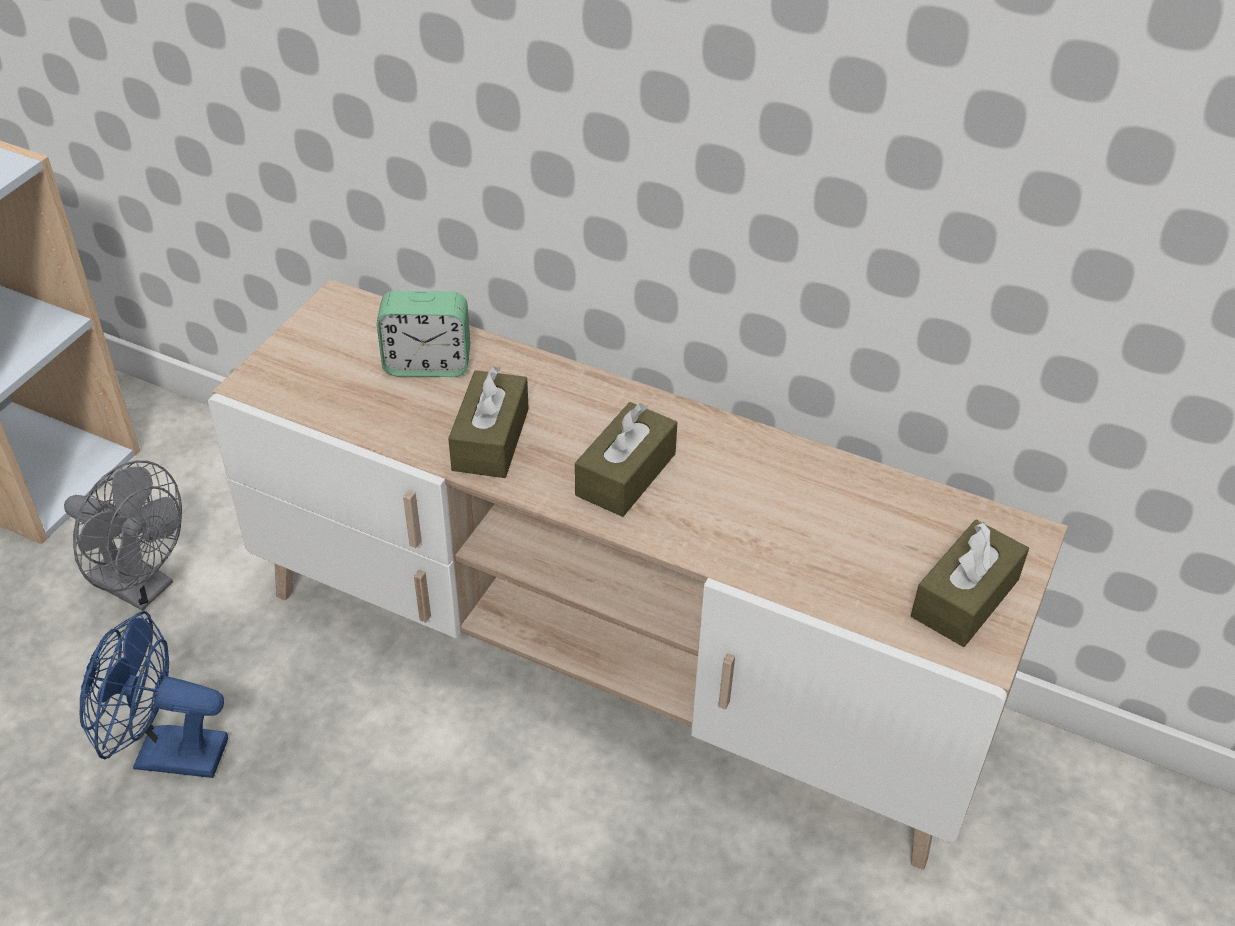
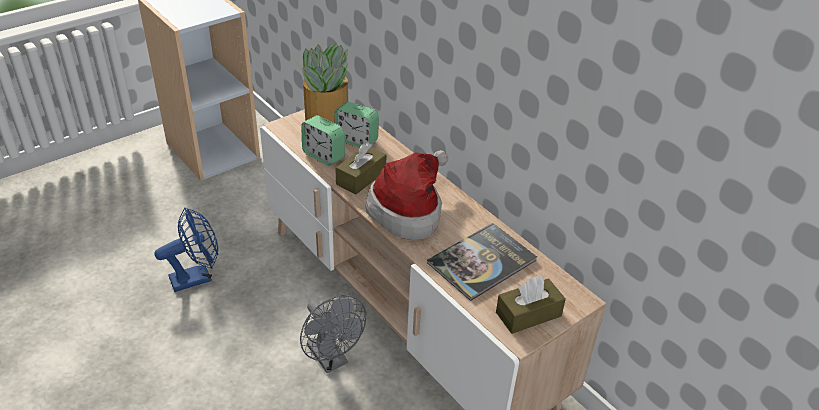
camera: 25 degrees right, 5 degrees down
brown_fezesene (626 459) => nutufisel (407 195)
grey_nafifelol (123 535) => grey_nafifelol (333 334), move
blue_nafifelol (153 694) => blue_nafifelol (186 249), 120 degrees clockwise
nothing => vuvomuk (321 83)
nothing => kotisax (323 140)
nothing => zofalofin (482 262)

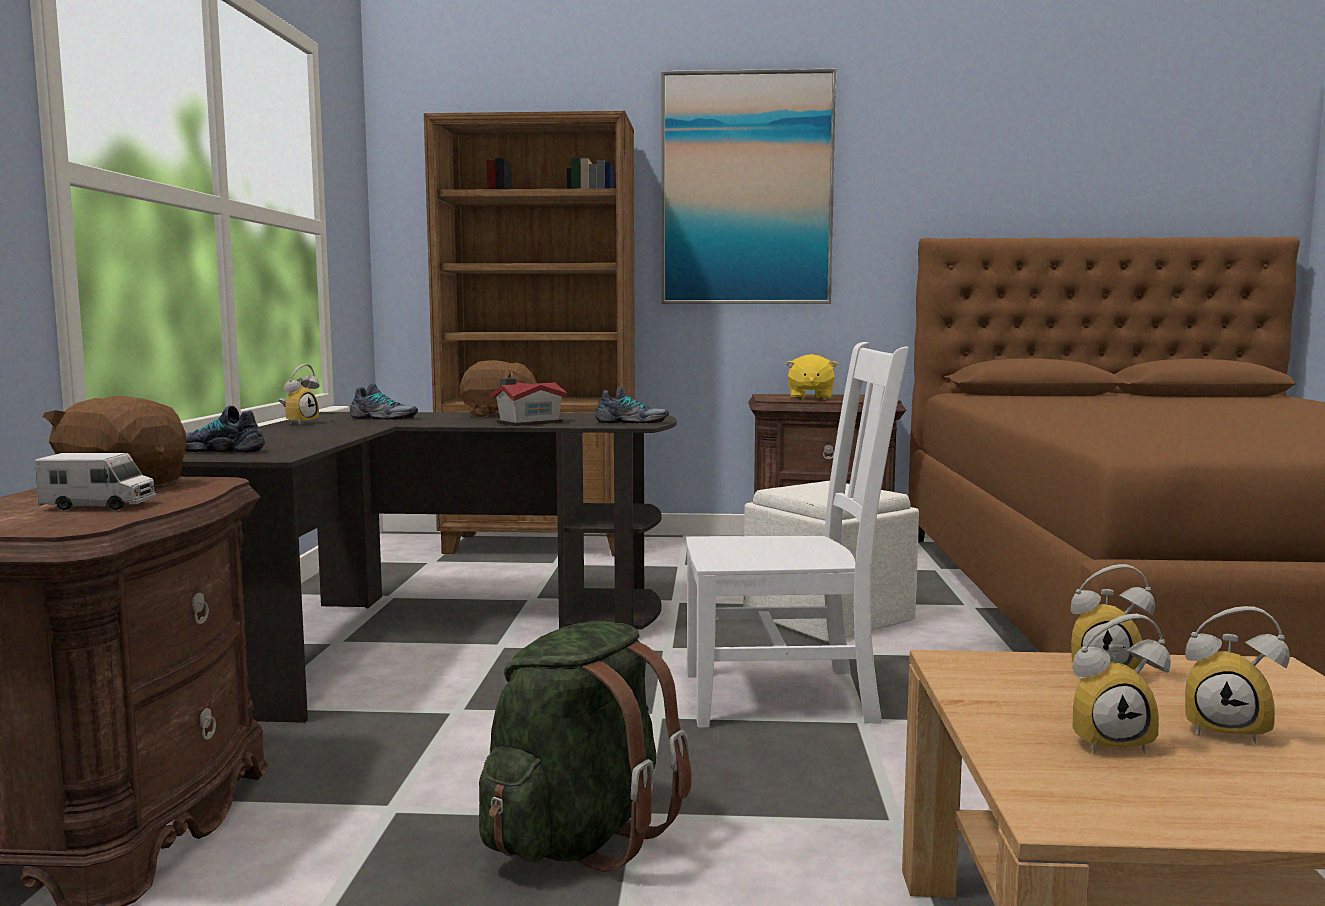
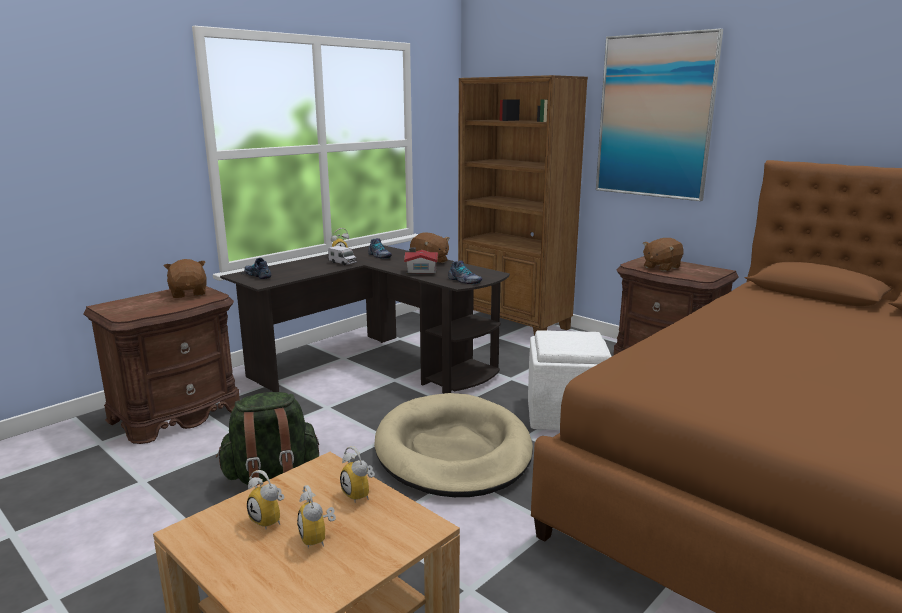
camera: 40 degrees right, 10 degrees up
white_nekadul (797 535) => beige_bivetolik (453 445)
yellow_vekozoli (811 377) => brown_vekozoli (663 255)
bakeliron (95 481) => bakeliron (342 255), move

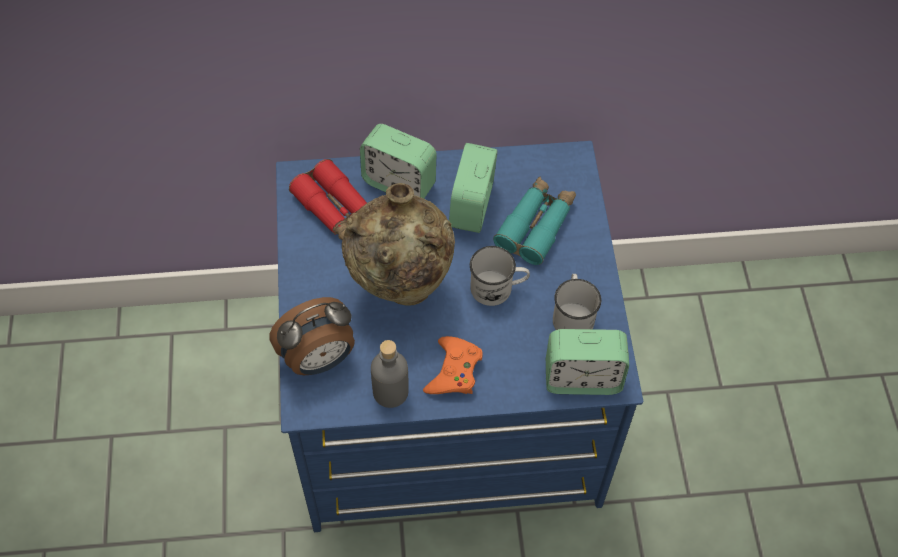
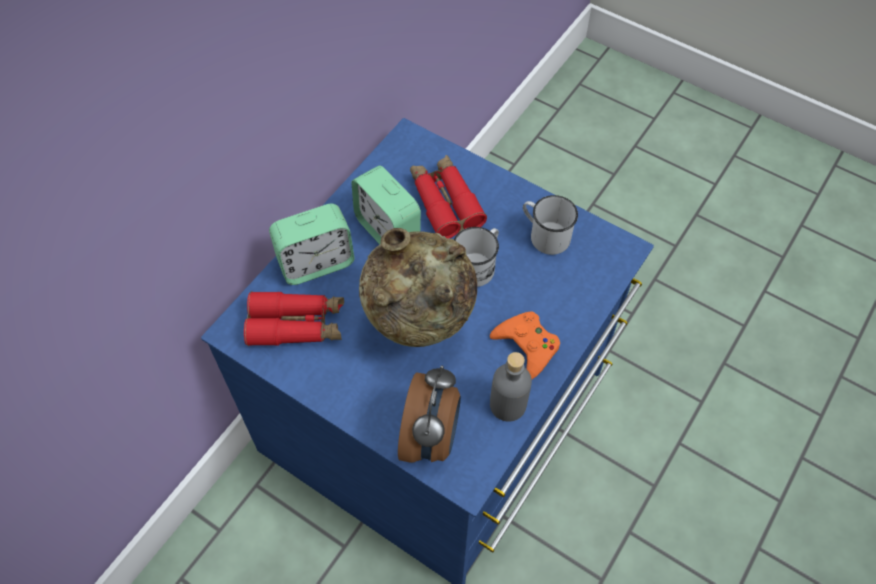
camera: 50 degrees left, 0 degrees up
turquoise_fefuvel (534 221) => red_fefuvel (448 196)
kotisax (587 362) => nothing

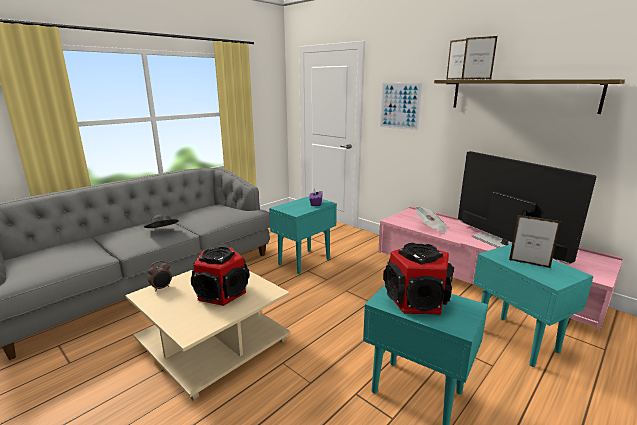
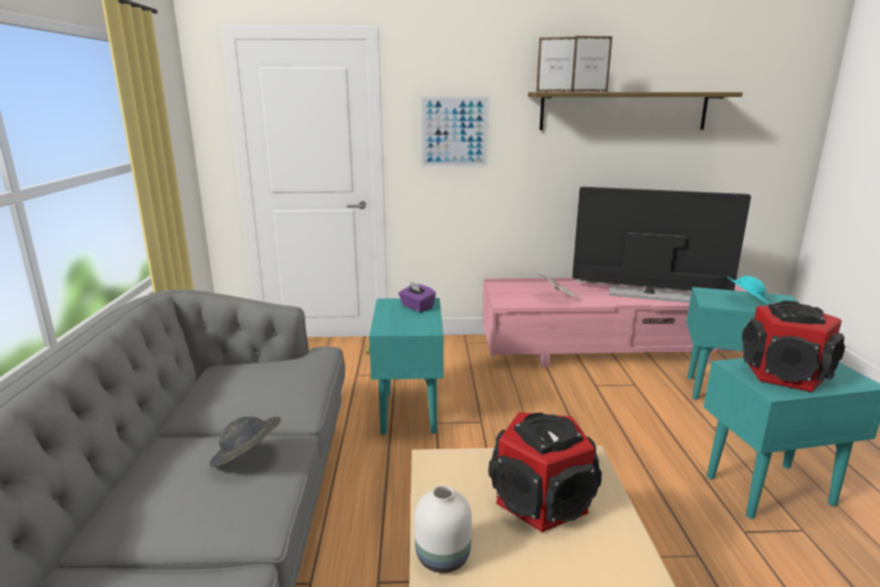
camera: 45 degrees left, 0 degrees up
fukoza (535 241) => turquoise_nutufisel (748 290)
kotisax (160 276) => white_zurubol (443 529)

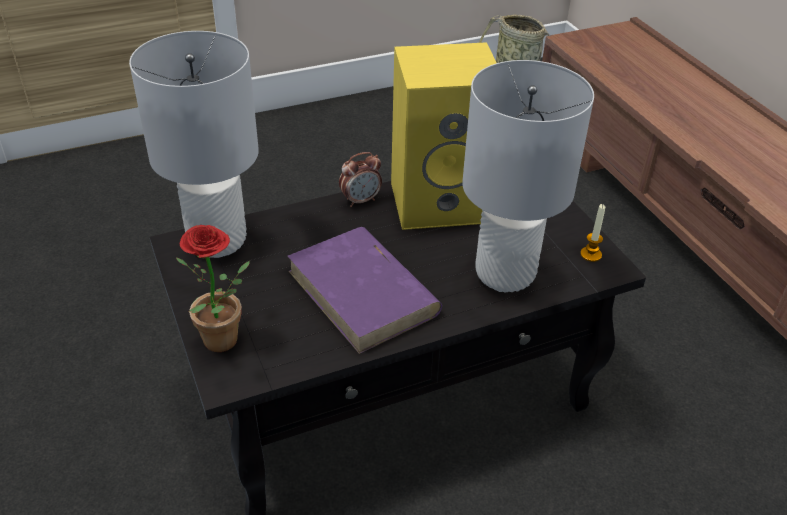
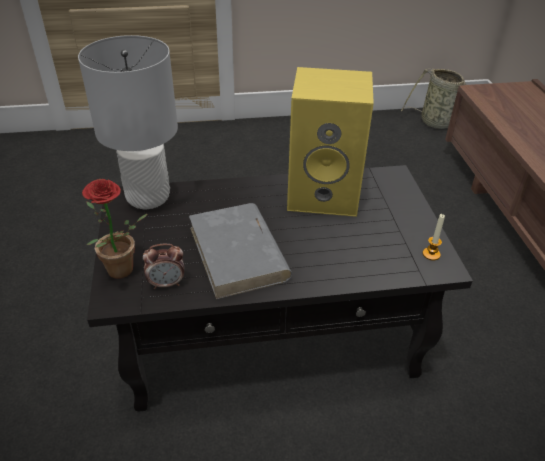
camera: 15 degrees right, 0 degrees up
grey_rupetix (528 176) => nothing
kotisax (360 179) => kotisax (163 266), move
purple_zofalofin (365 290) => grey_zofalofin (240 251)

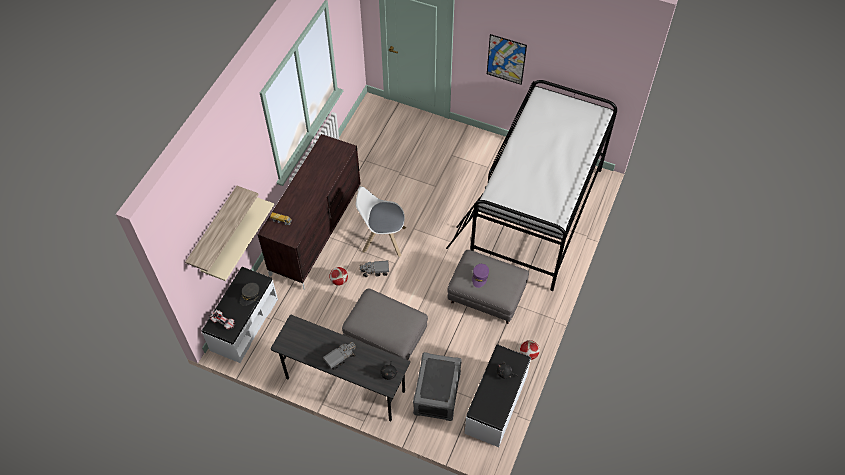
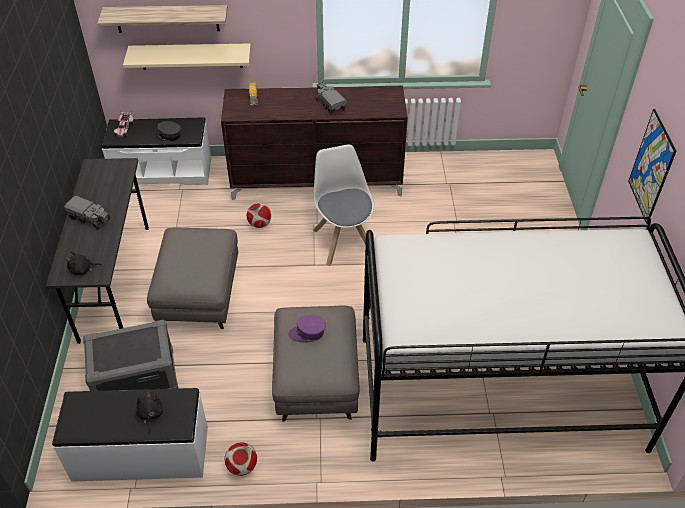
camera: 65 degrees right, 10 degrees down
bakeliron (374 268) => bakeliron (331 98), move

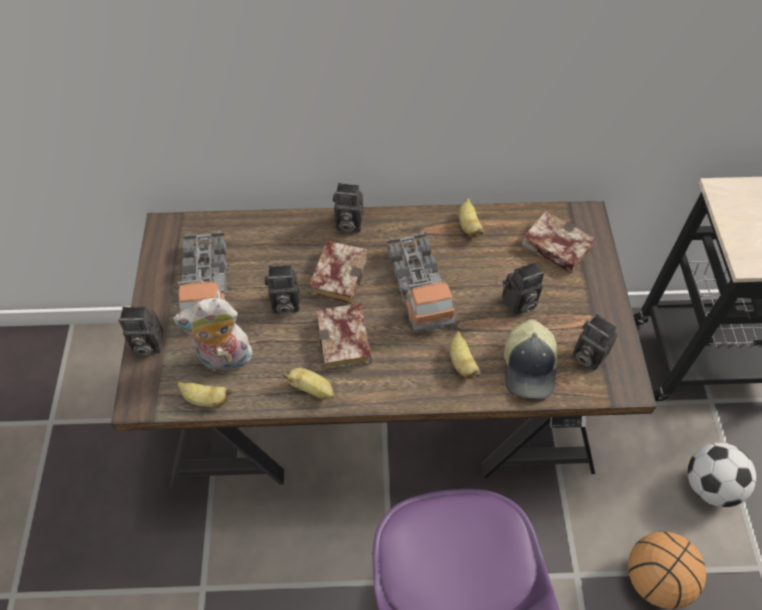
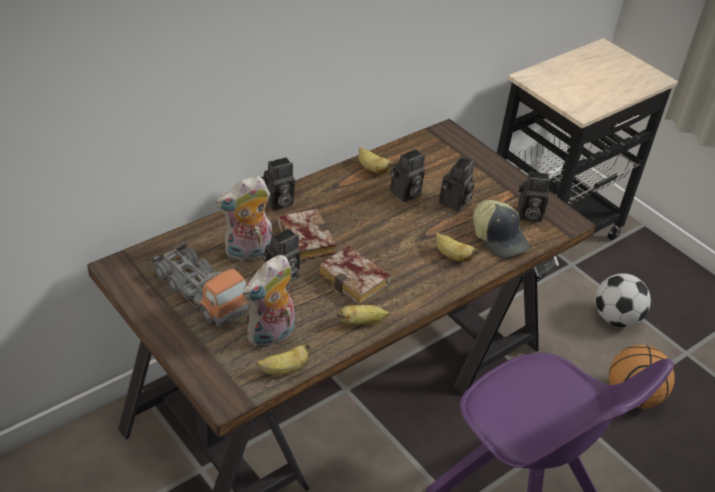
camera: 40 degrees left, 15 degrees down
zofalofin (558 242) => nothing
bakeliron (422 282) => nothing
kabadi (141 331) => kabadi (407 175), move
nothing => vekozoli (244 219)

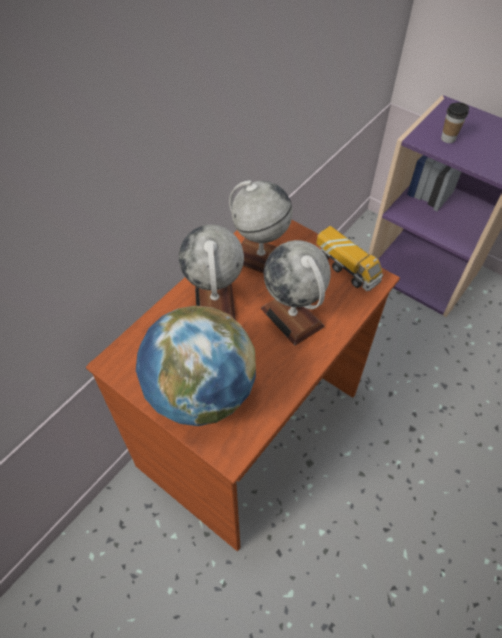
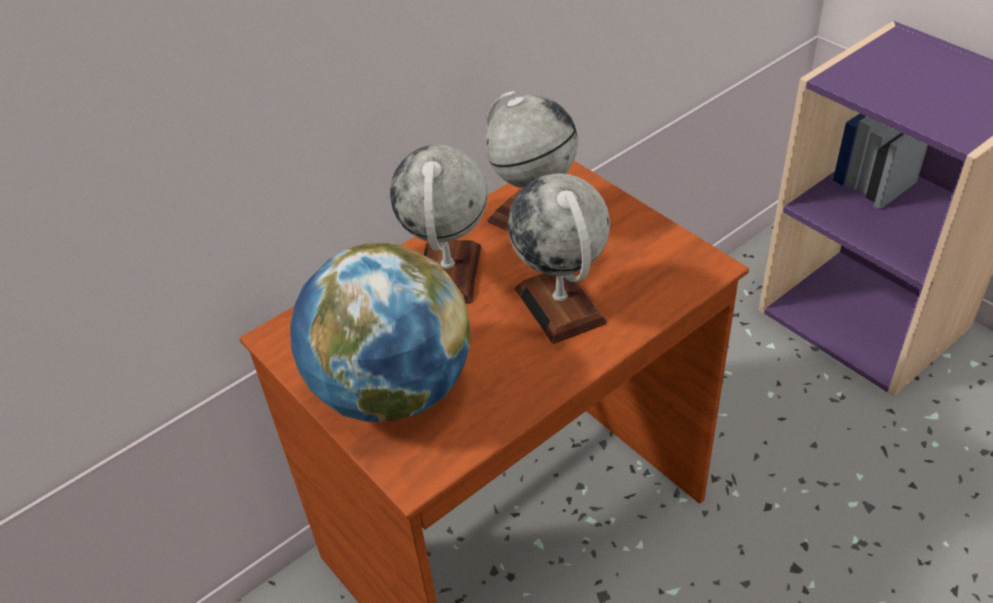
camera: 15 degrees right, 10 degrees down
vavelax (455 123) => nothing
bakeliron (349 258) => nothing

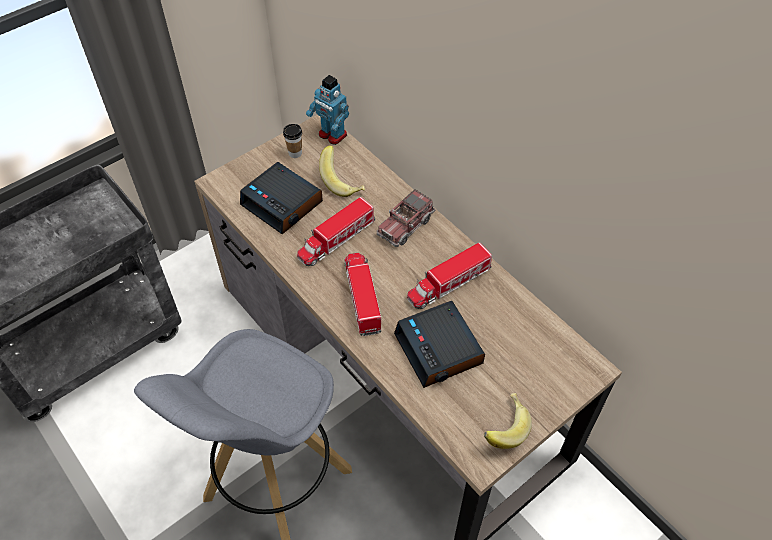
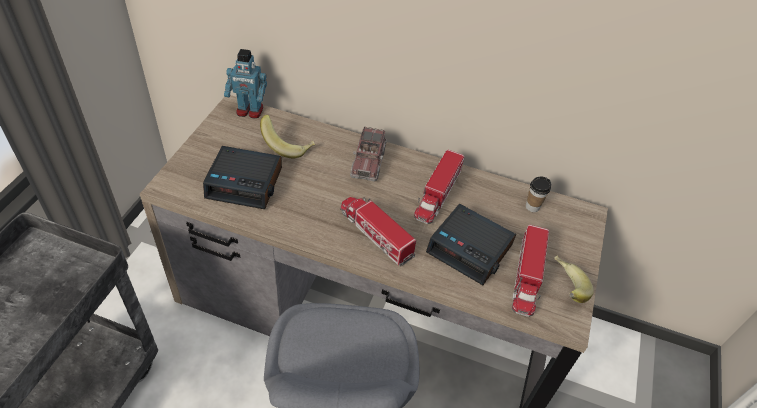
camera: 35 degrees left, 5 degrees down
vavelax (292 141) => vavelax (538 194), move
bakeliron (336 231) => bakeliron (530 271), move

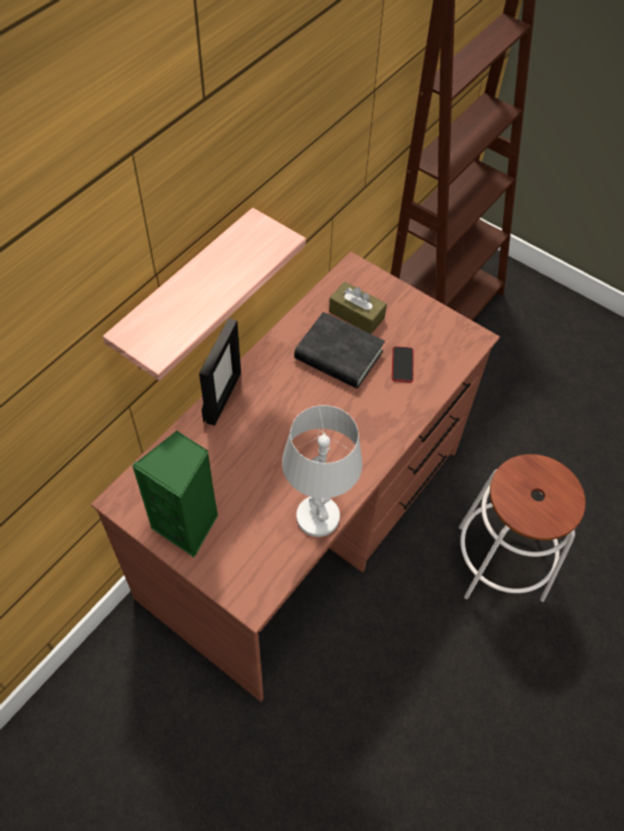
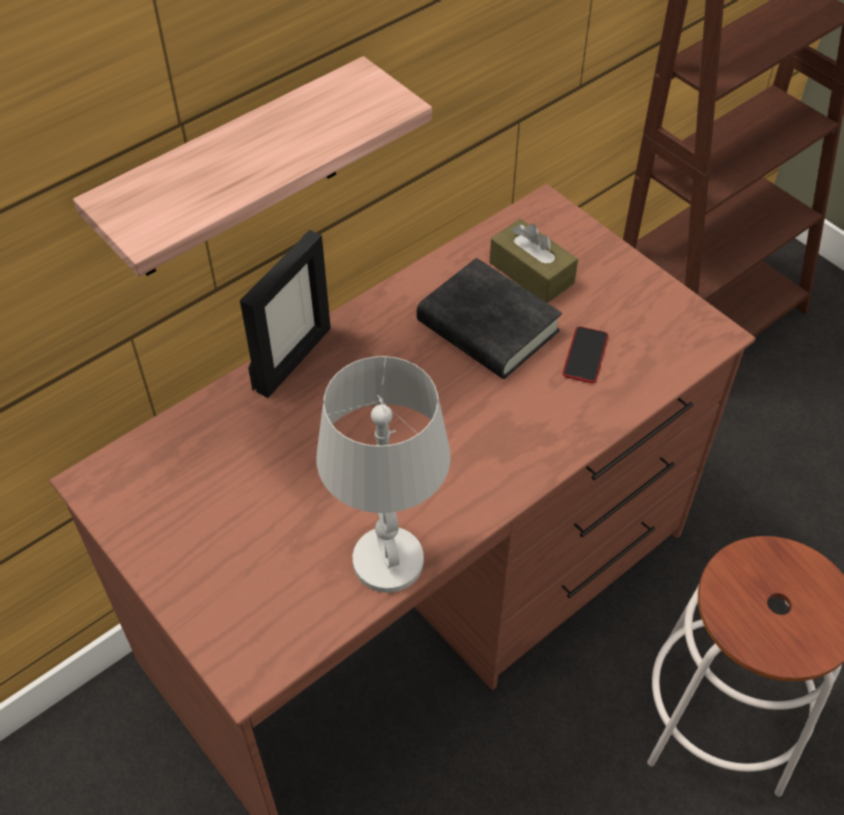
camera: 15 degrees right, 5 degrees down
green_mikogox (175 494) => nothing

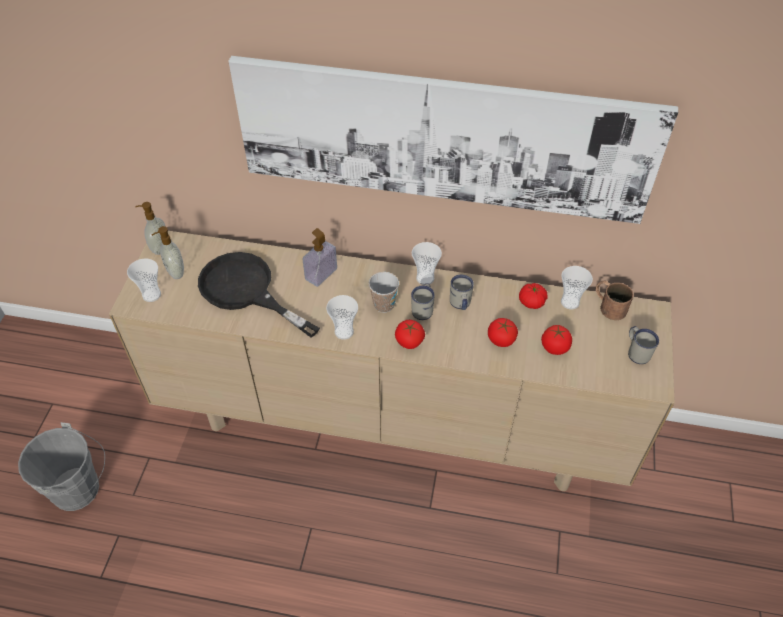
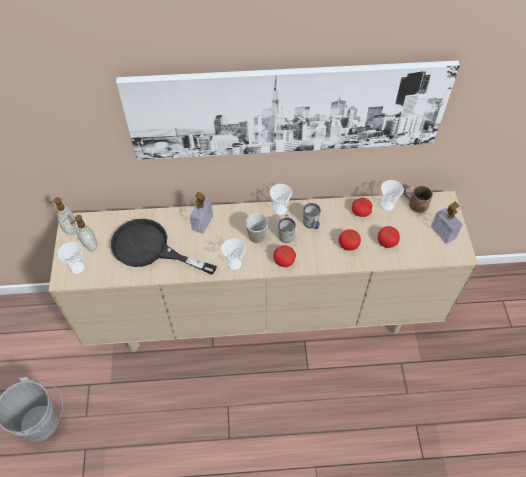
camera: 15 degrees left, 5 degrees up
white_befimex (643 345) => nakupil (446 223)

